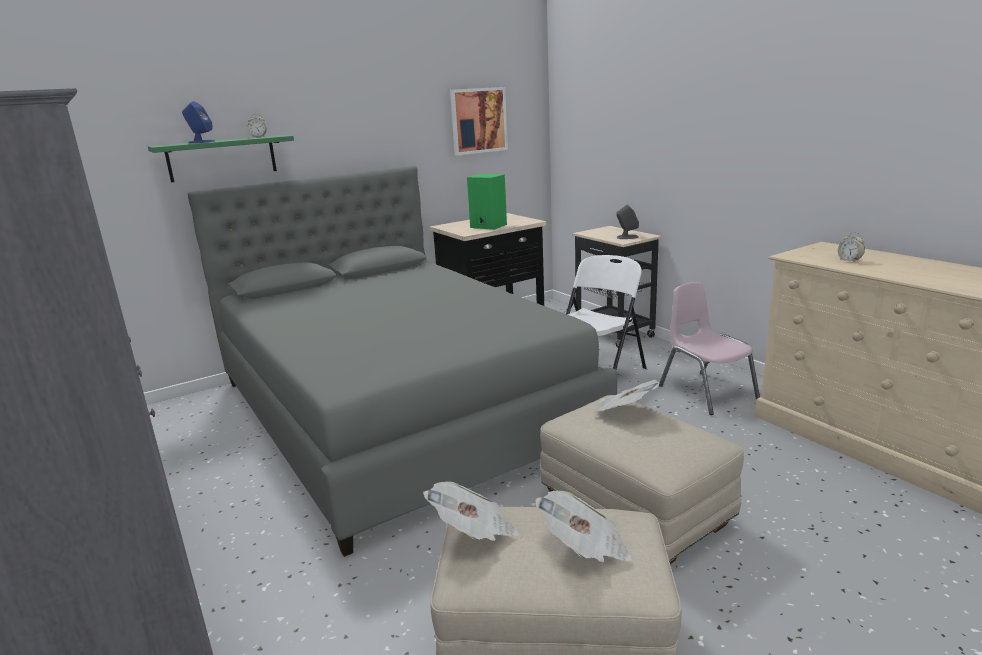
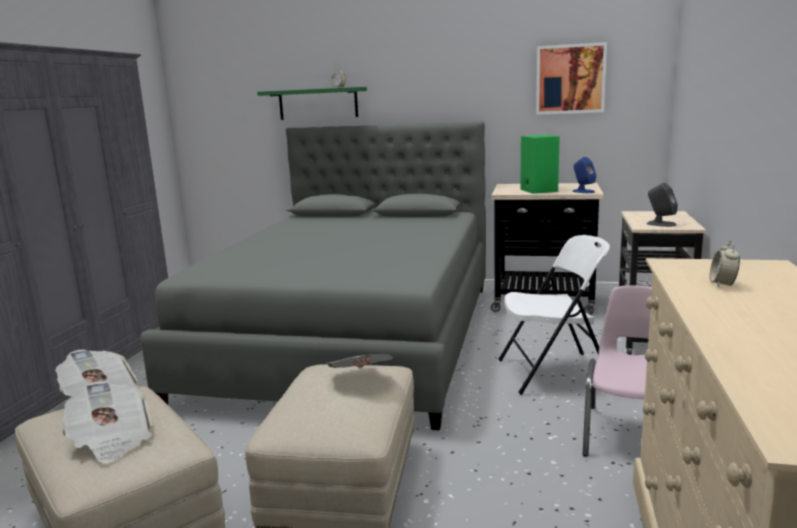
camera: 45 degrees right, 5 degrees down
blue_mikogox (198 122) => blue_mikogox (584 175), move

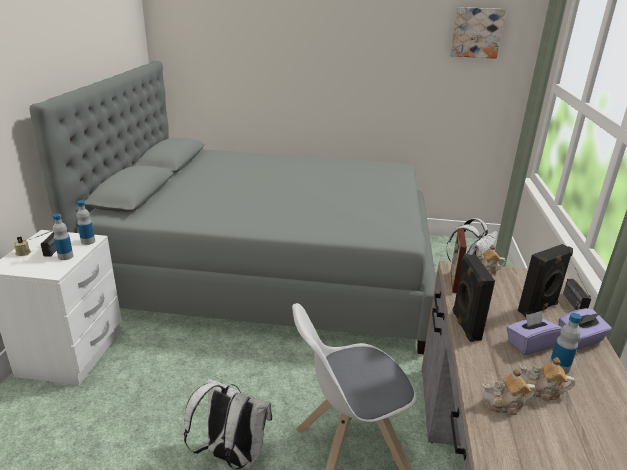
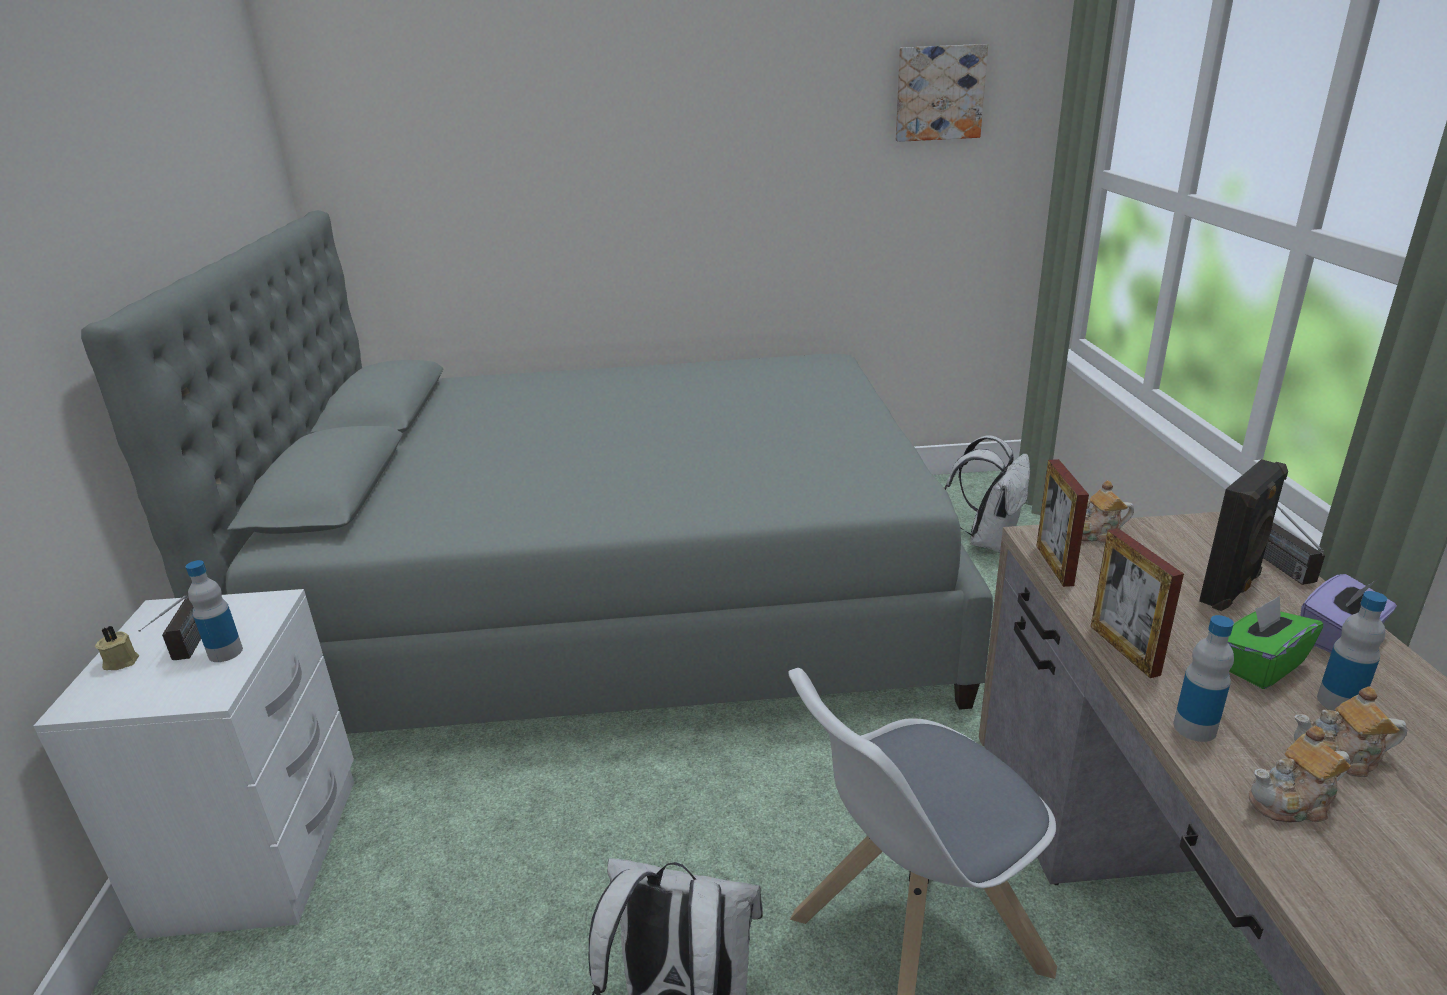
camera: 10 degrees left, 0 degrees up
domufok (86 222) => domufok (1203 678), move
black_mikogox (473 298) => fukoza (1137 603)
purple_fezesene (534 333) => green_fezesene (1275 642)

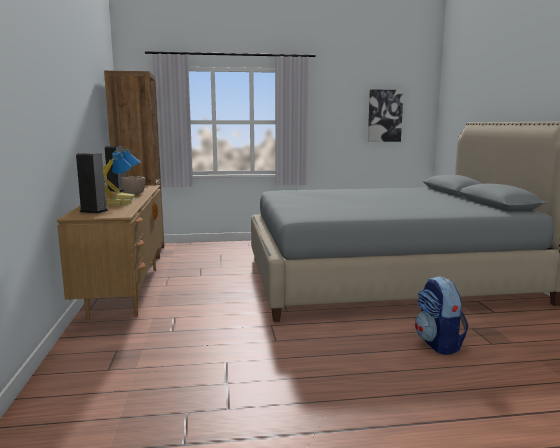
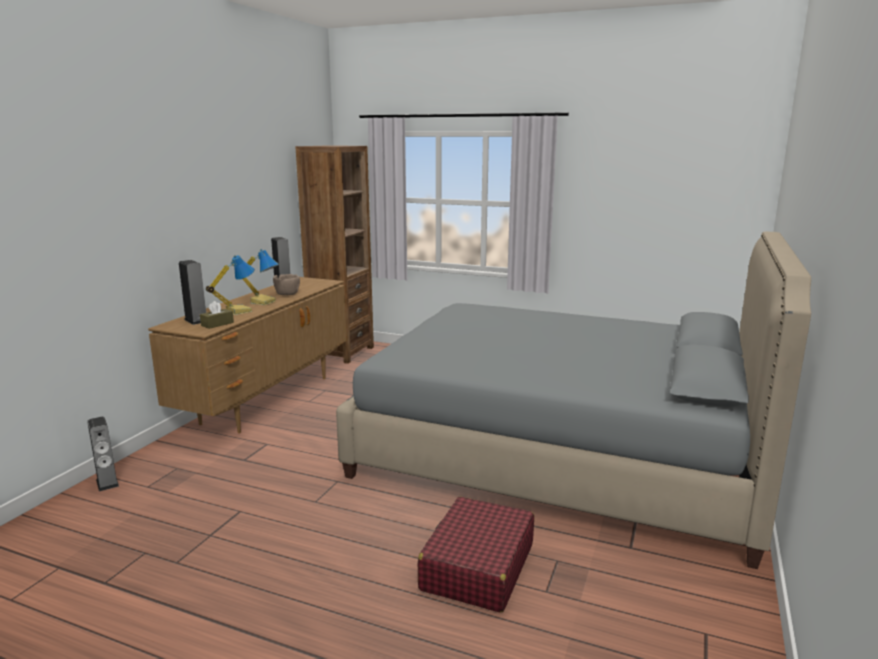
camera: 30 degrees right, 5 degrees up
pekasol (386 115) => nothing
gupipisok (441 315) => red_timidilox (476 554)
nothing => brown_fezesene (217 315)
nothing => mikogox (103 454)

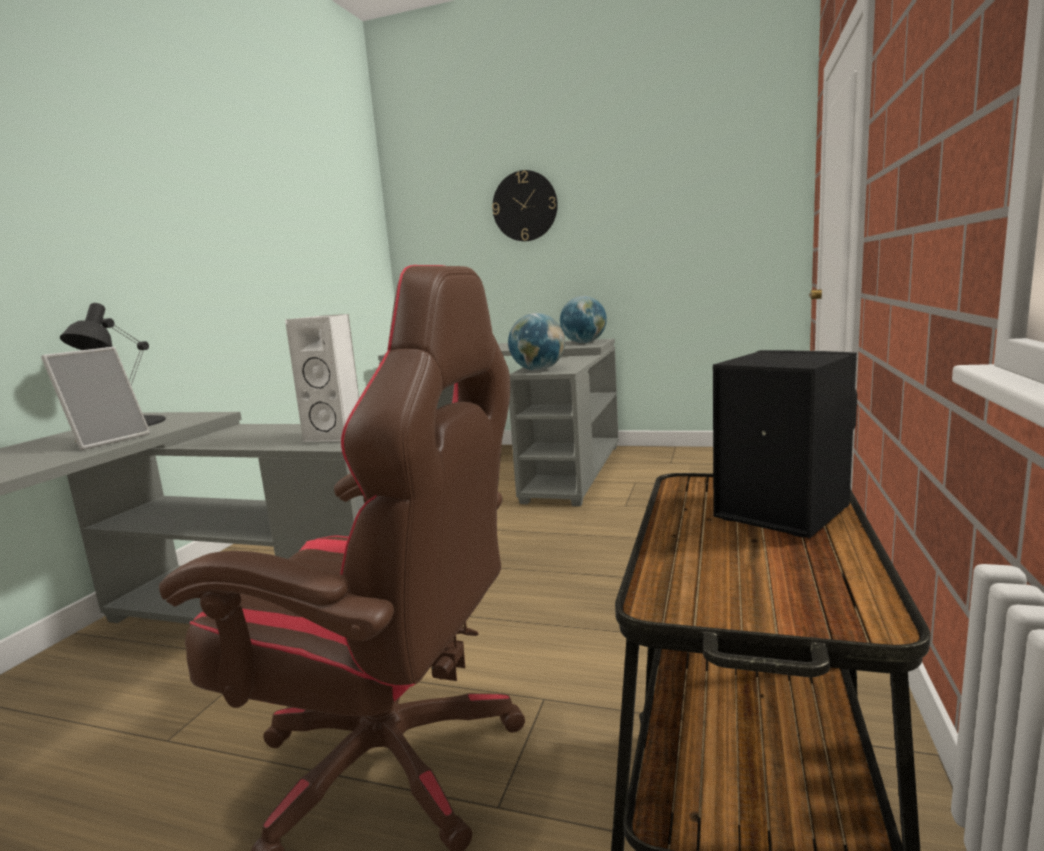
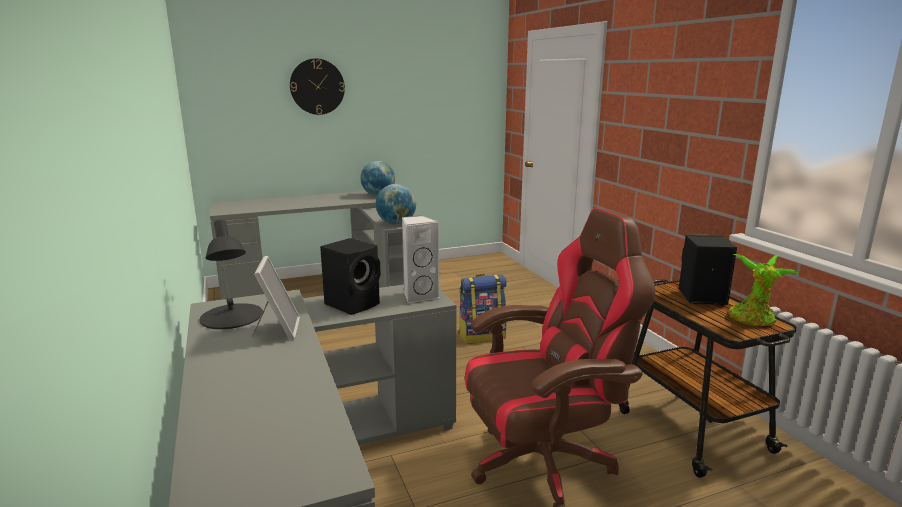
camera: 40 degrees left, 5 degrees up
nothing => black_mikogox (350 276)
nothing => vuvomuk (763 290)
nothing => gupipisok (482 309)

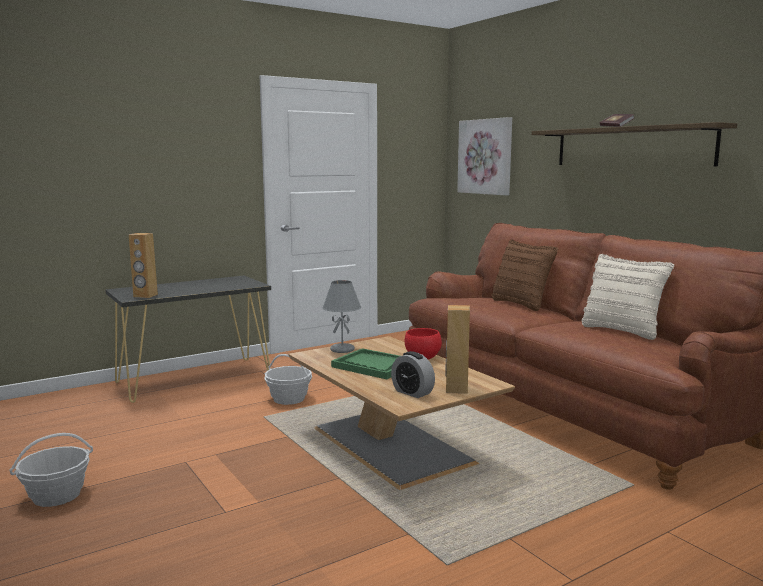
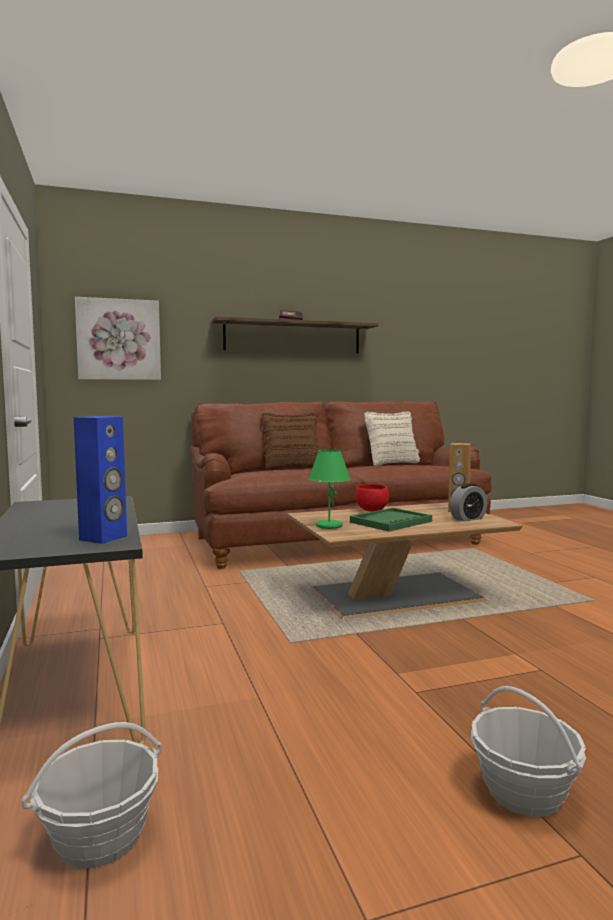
camera: 75 degrees left, 5 degrees down
brown_mikogox (143 265) => blue_mikogox (100 480)
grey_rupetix (342 316) => green_rupetix (329 489)
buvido (288 379) => buvido (92 795), move

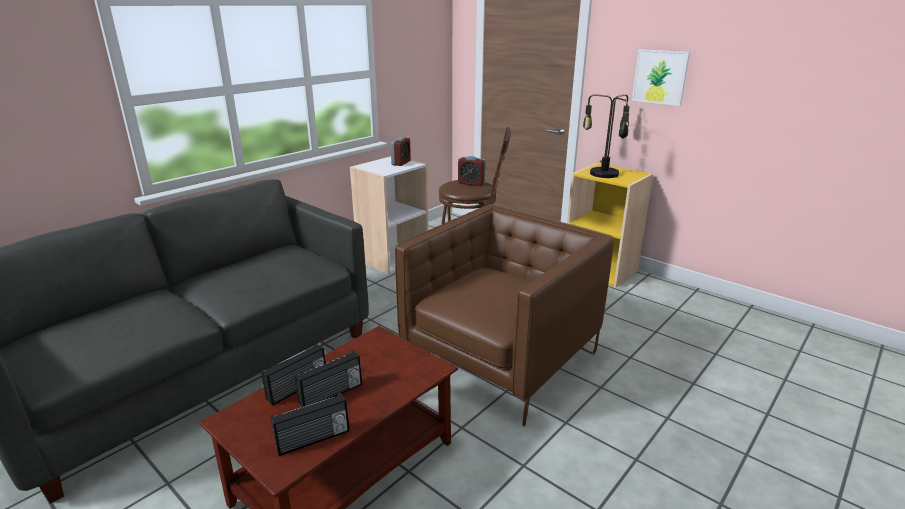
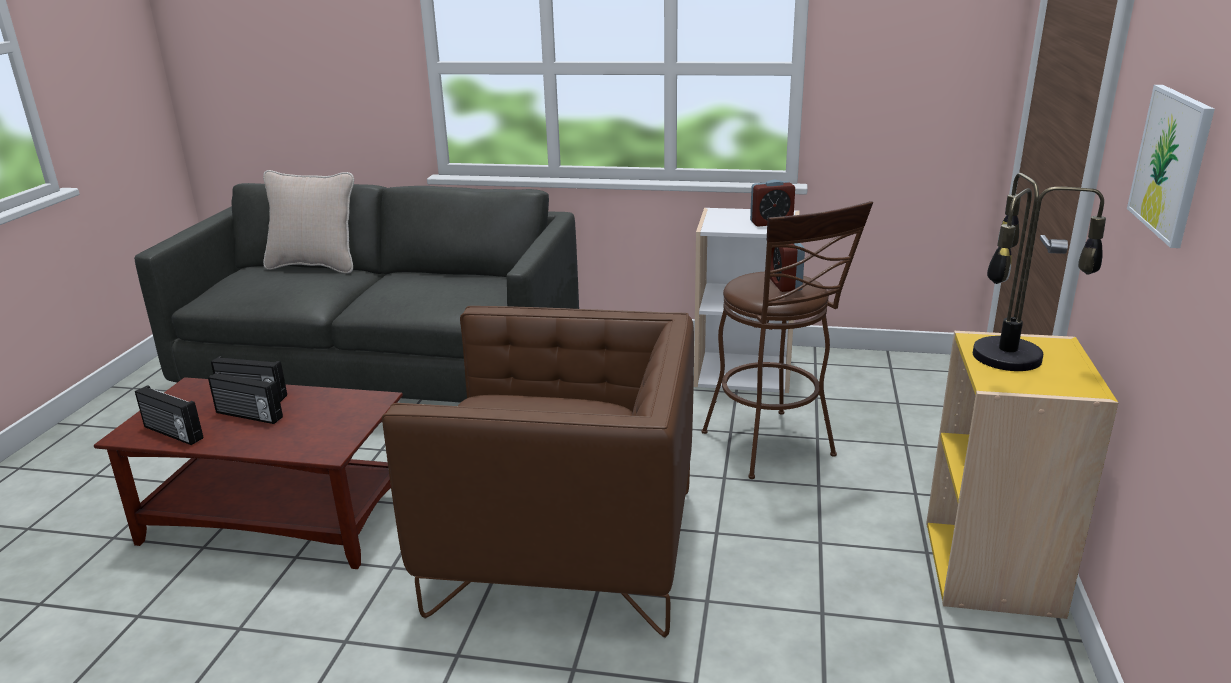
camera: 60 degrees right, 0 degrees up
nothing => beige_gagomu (308 221)

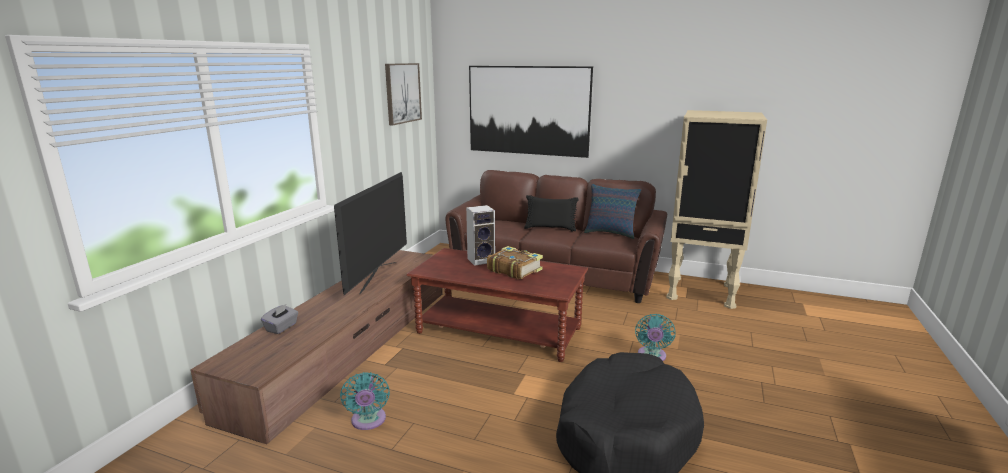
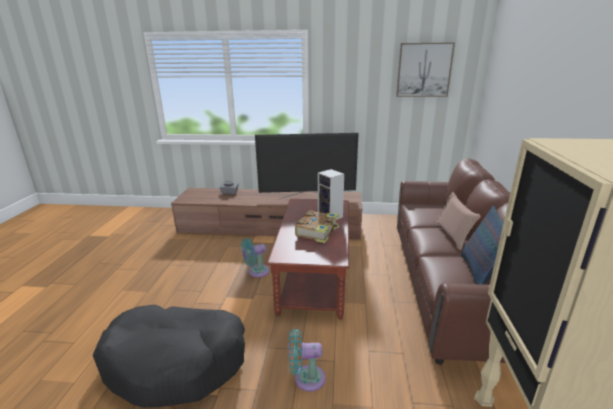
camera: 75 degrees right, 5 degrees up
pekasol (531 112) => nothing
black_gagomu (551 213) => beige_gagomu (458 221)
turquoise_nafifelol (365 401) => turquoise_nafifelol (255 257), move

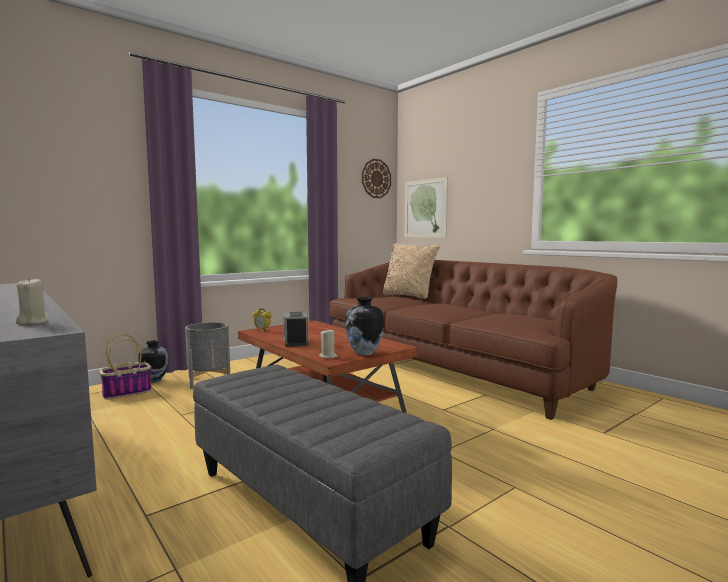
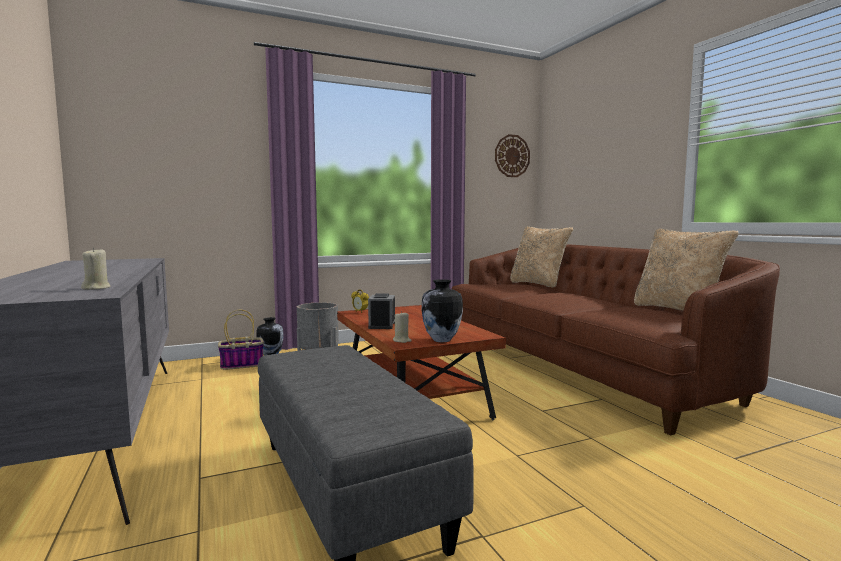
camera: 15 degrees right, 0 degrees up
pekasol (426 207) => nothing
nothing => beige_gagomu (686 269)

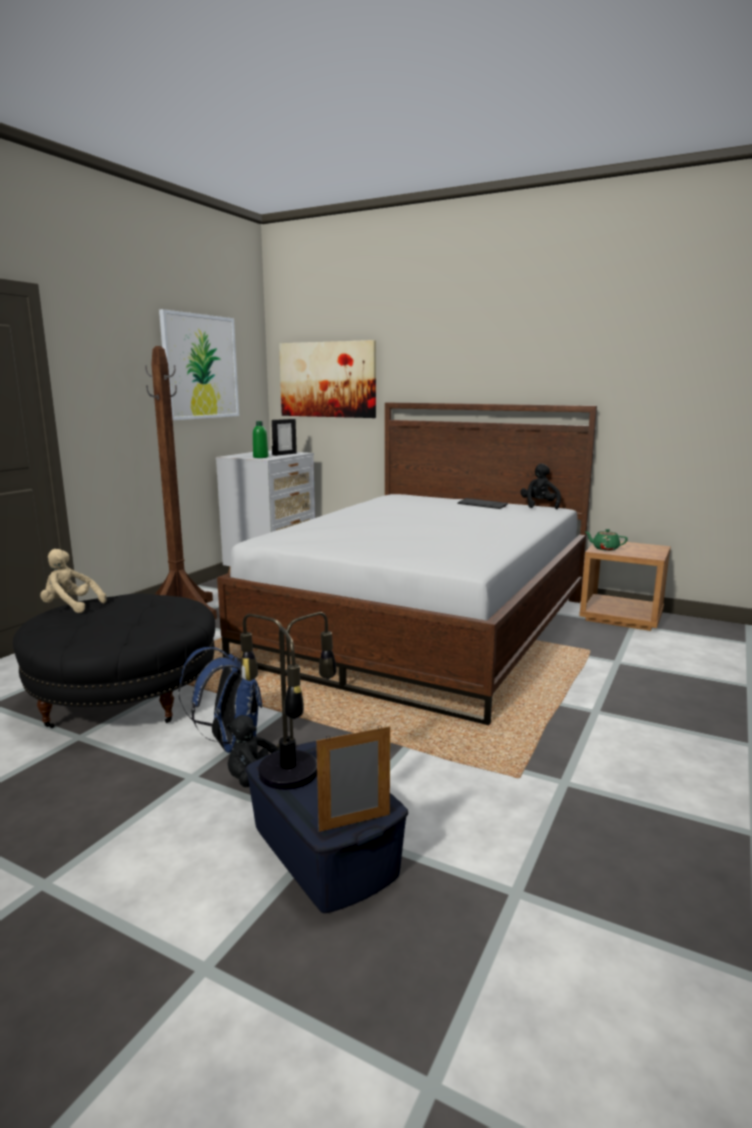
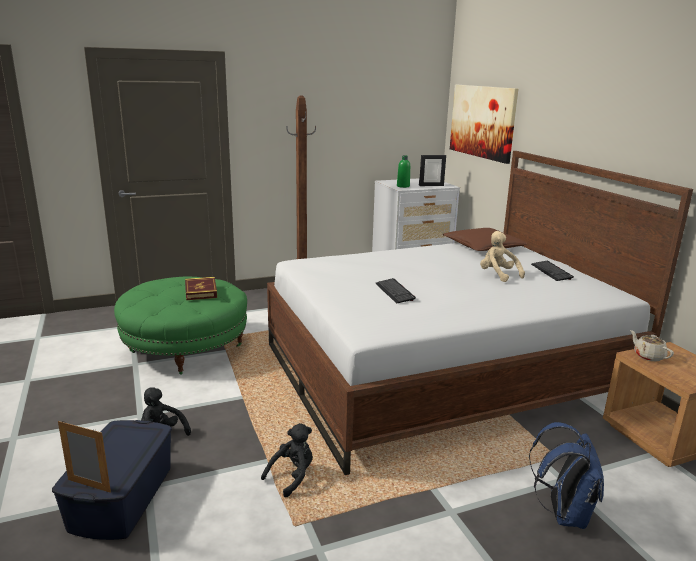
camera: 40 degrees right, 5 degrees up
pekasol (199 364) => nothing
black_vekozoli (541 486) => black_vekozoli (287 460), move
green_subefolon (606 540) => beige_subefolon (652 345)
beige_vekozoli (73 581) => beige_vekozoli (502 256), move
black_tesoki (114 660) => green_tesoki (180 326)
rupetix (288 701) => nothing
blue_gupipisok (220 700) => blue_gupipisok (566 475), move
nothing => brown_gagomu (485 239)
nothing => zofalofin (201 288)
nothing => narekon (395 291)

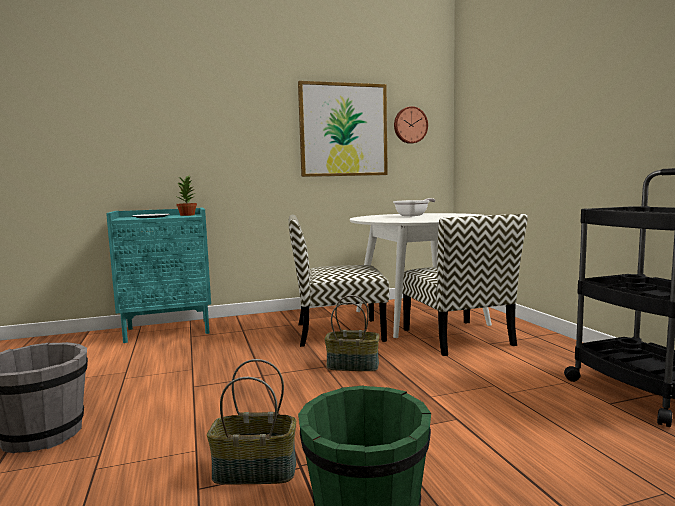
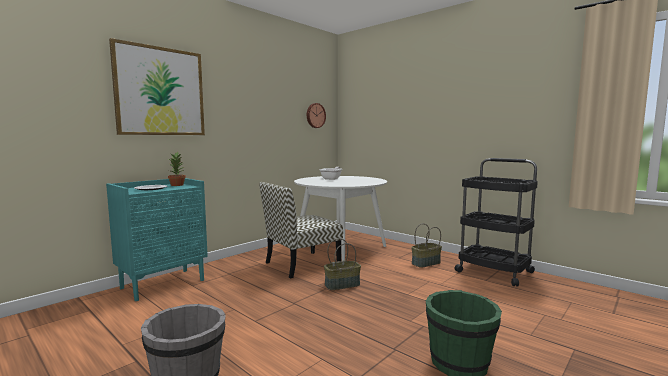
camera: 30 degrees left, 0 degrees up
pekasol (343 129) => pekasol (157 86), move
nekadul (465 285) => nothing
buvido (251 421) => buvido (426 245), move

